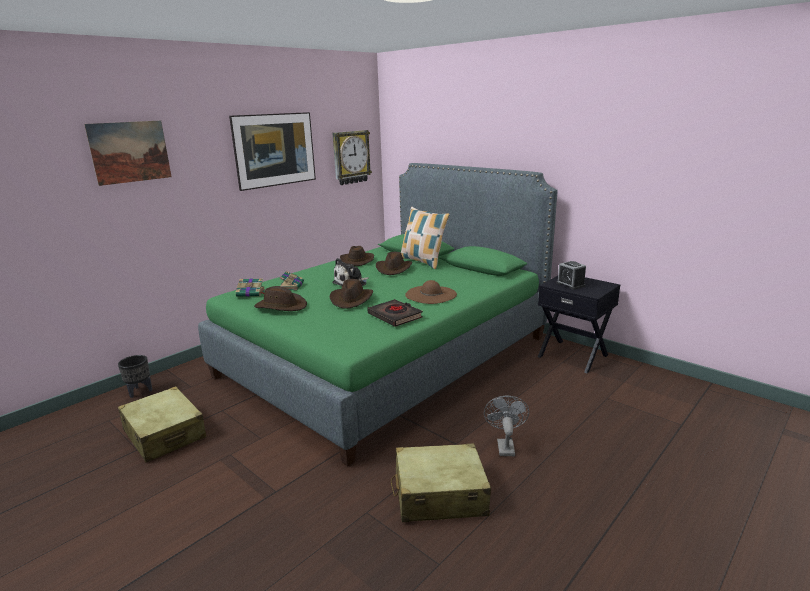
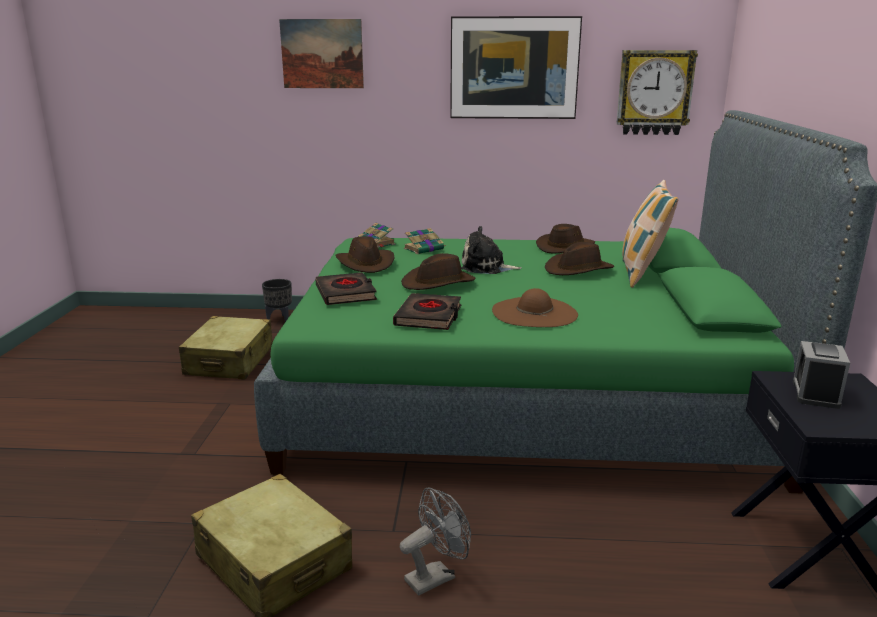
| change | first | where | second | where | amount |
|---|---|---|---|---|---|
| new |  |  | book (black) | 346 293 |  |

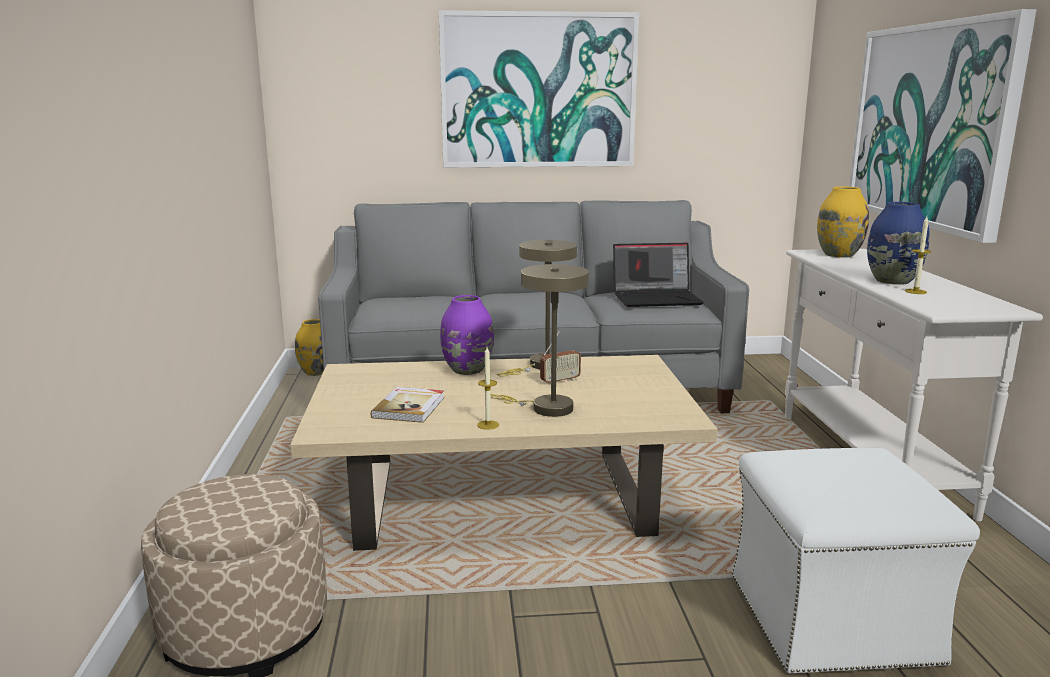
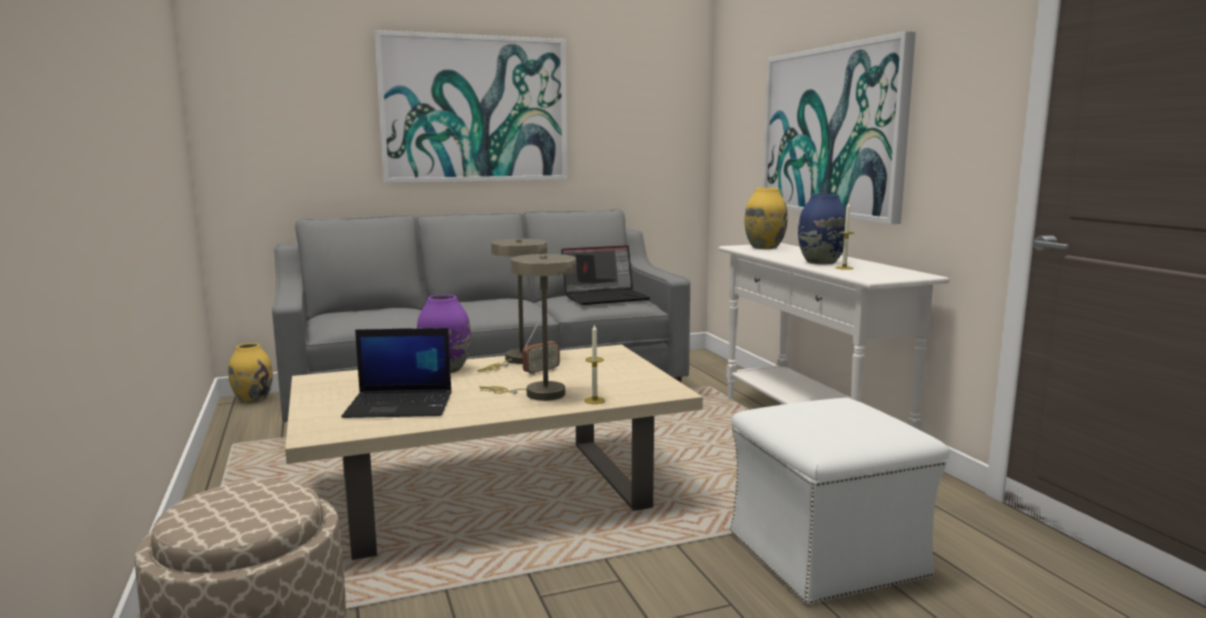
| change | first | where | second | where | amount |
|---|---|---|---|---|---|
| swapped | book | 410 407 | laptop | 401 405 |  |
| shifted | candle | 488 425 |  | 594 400 |  |

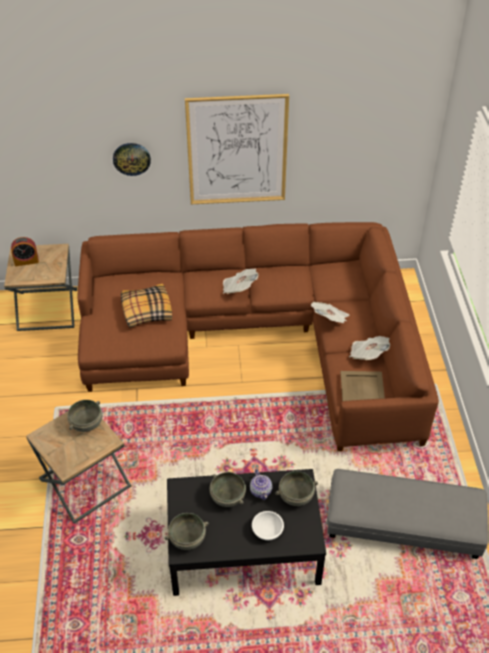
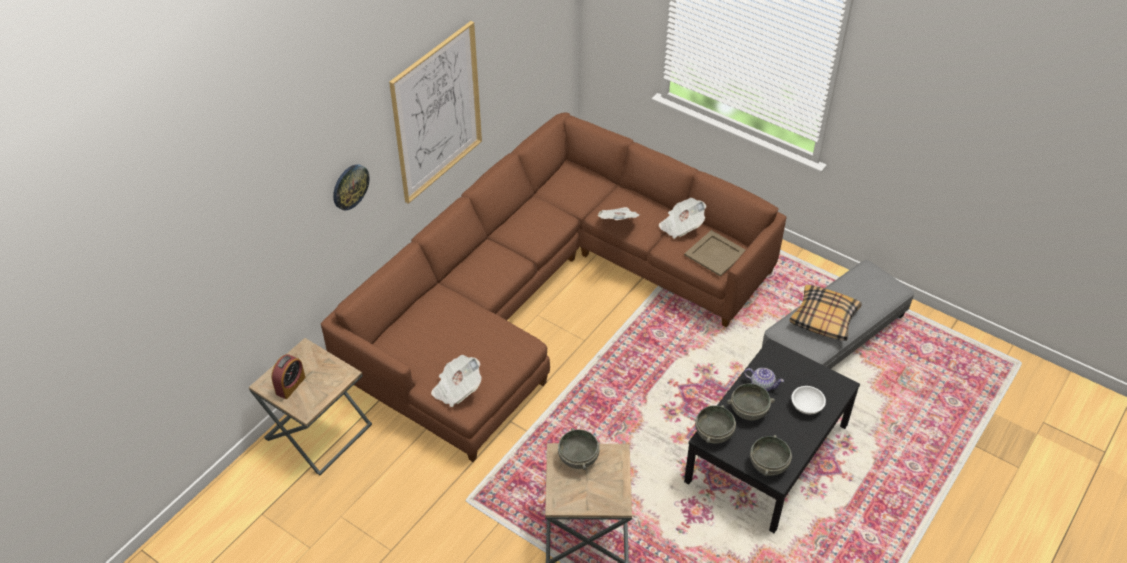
| change | first | where | second | where | amount |
|---|---|---|---|---|---|
| shifted | pillow | 146 310 |  | 823 319 |  |
| shifted | newspaper | 239 288 |  | 457 389 |  |
| shifted | bowl (grey) | 296 497 |  | 714 434 |  |

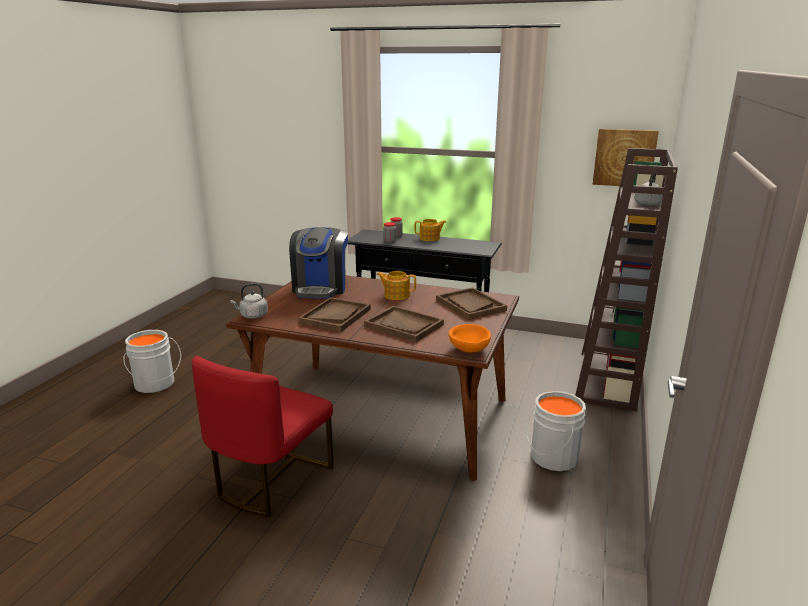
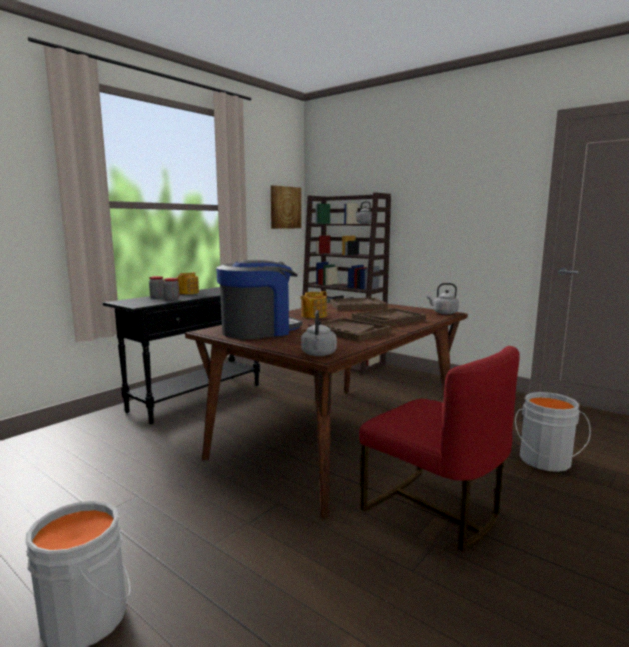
| change | first | where | second | where | amount |
|---|---|---|---|---|---|
| rotated | coffee machine | 320 288 |  | 259 330 | 60 degrees counterclockwise |
| swapped | bowl (orange) | 468 349 | kettle (grey) | 444 313 |  |
| shifted | bucket (grey) | 551 457 |  | 545 461 |  |

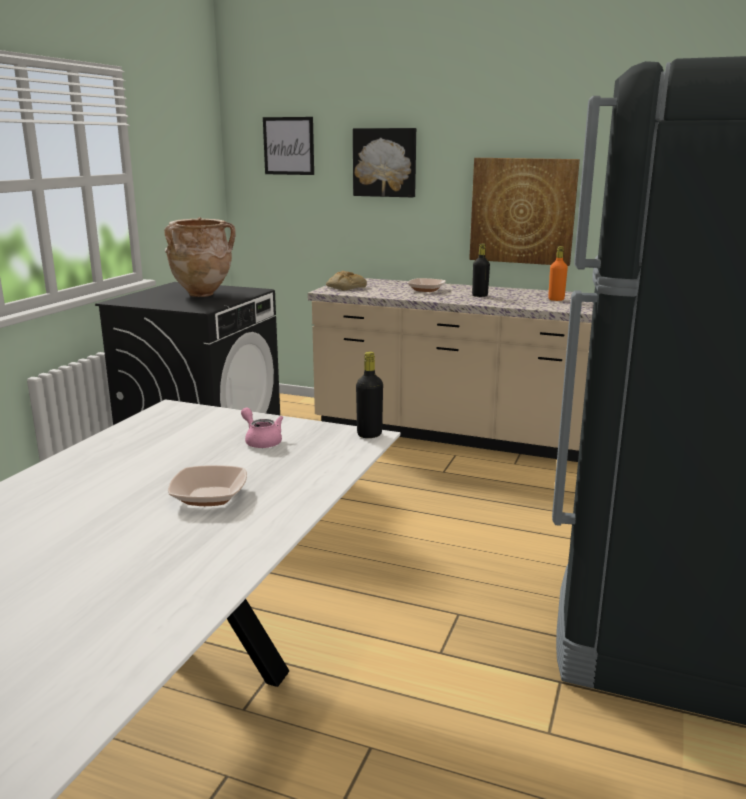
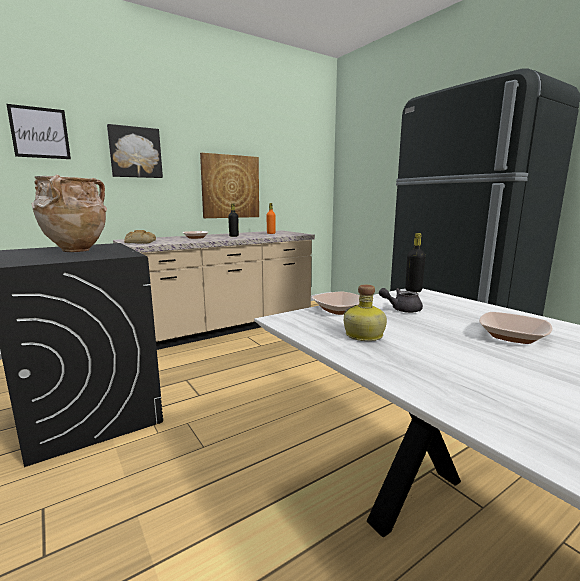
| change | first | where | second | where | amount |
|---|---|---|---|---|---|
| repainted | teapot (pink) | 261 441 | teapot (grey) | 401 309 |  |
| new |  |  | bowl | 339 310 |  |
| new |  |  | bottle | 364 336 |  |

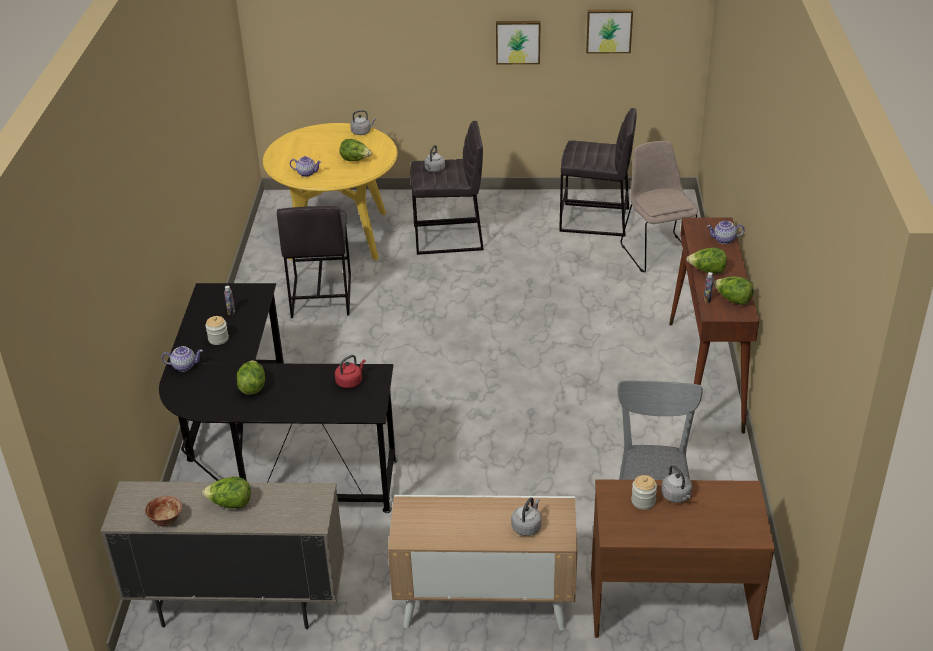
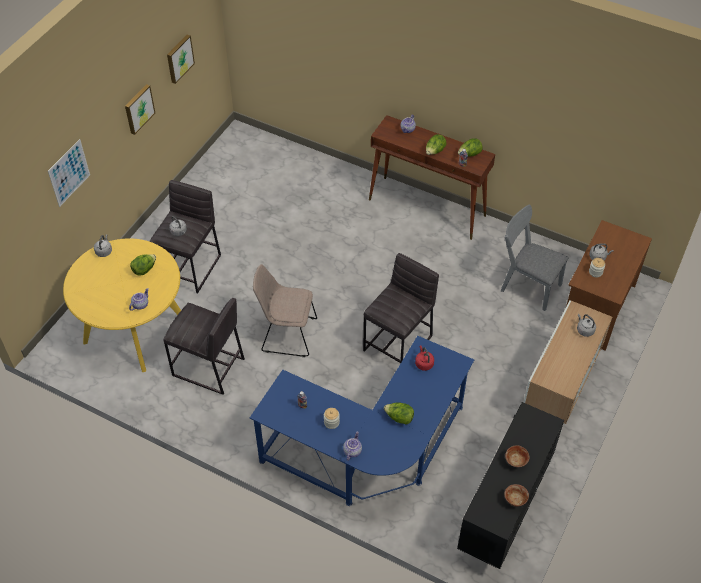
| change | first | where | second | where | amount |
|---|---|---|---|---|---|
| repainted | cabinet (beige) | 239 605 | cabinet (black) | 503 513 |  |
| repainted | desk (black) | 270 453 | desk (blue) | 370 454 |  |
| swapped | lettuce | 230 504 | bowl | 516 461 |  |
| shifted | stool (grey) | 595 220 |  | 399 343 |  |
| shifted | chair (beige) | 657 251 |  | 287 334 |  |
| new |  |  | picture | 69 173 |  |

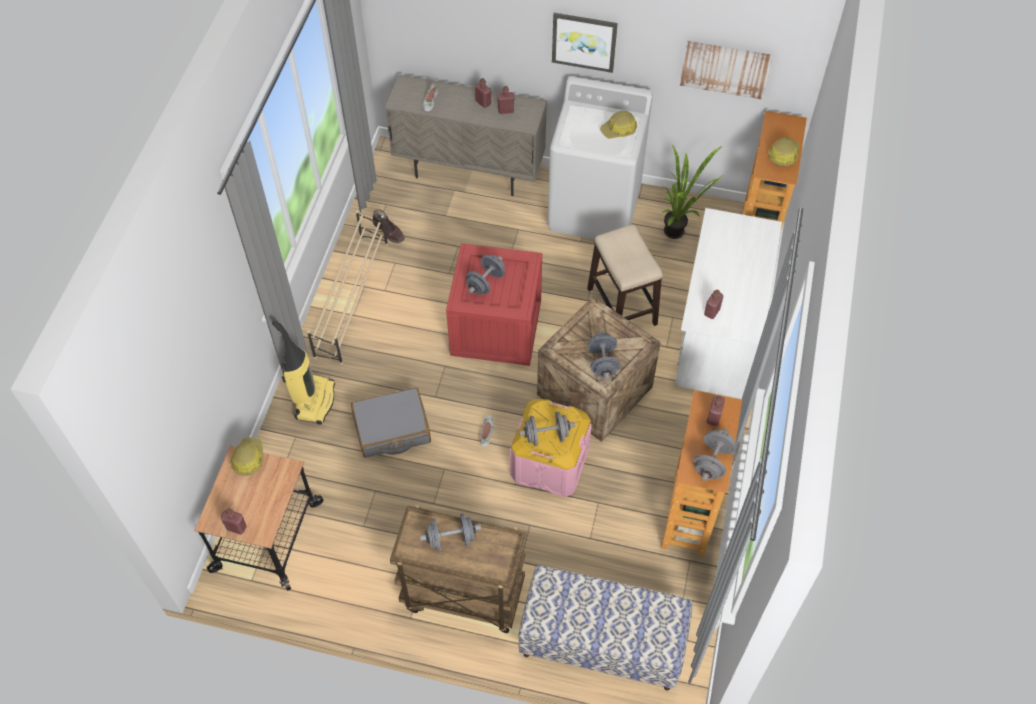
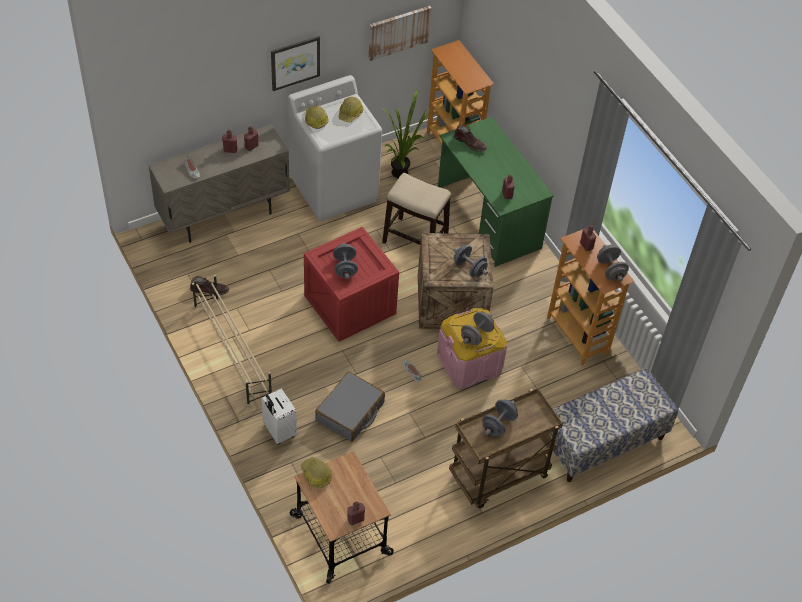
| change | first | where | second | where | amount |
|---|---|---|---|---|---|
| swapped | vacuum cleaner | 314 400 | suitcase (white) | 278 431 |  |
| repainted | desk (white) | 719 332 | desk (green) | 488 218 |  |
| shifted | hard hat | 783 155 |  | 316 119 |  |
| new |  |  | boot (brown) | 470 143 |  |

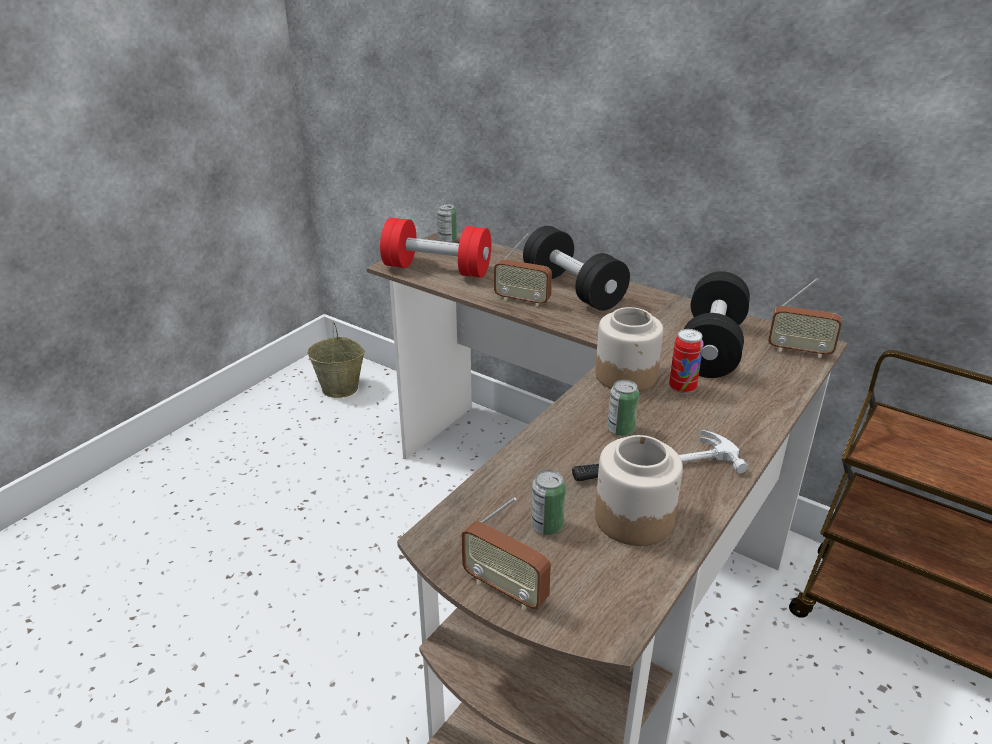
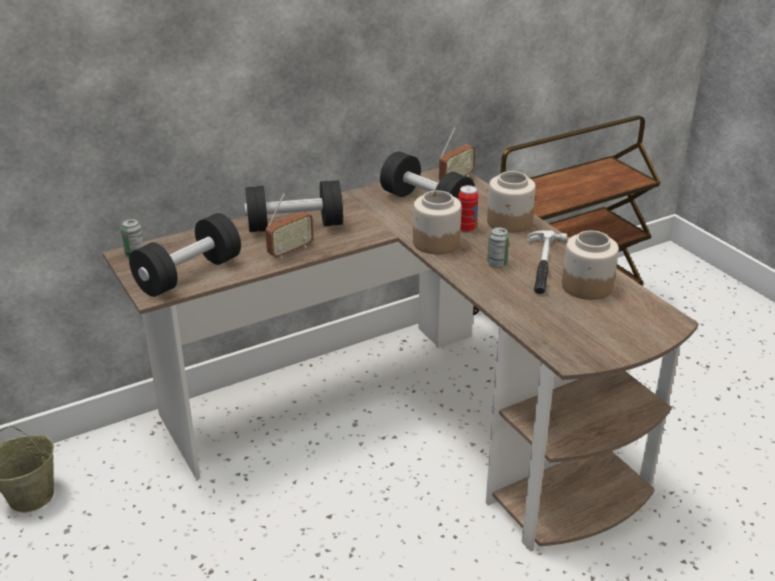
| change | first | where | second | where | amount |
|---|---|---|---|---|---|
| repainted | dumbbell (red) | 437 269 | dumbbell (black) | 189 274 |  |
| gone | radio | 505 589 |  |  |  |
| gone | can | 547 526 |  |  |  |
| new |  |  | jar | 509 222 |  |

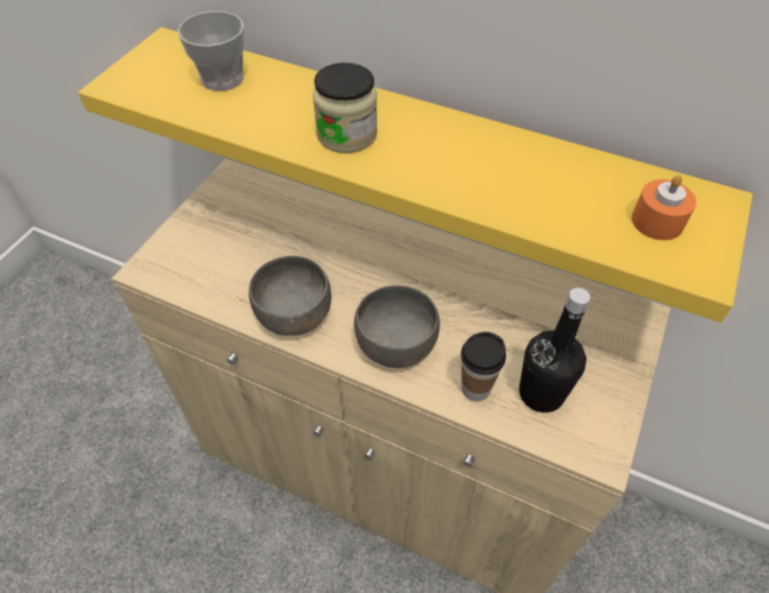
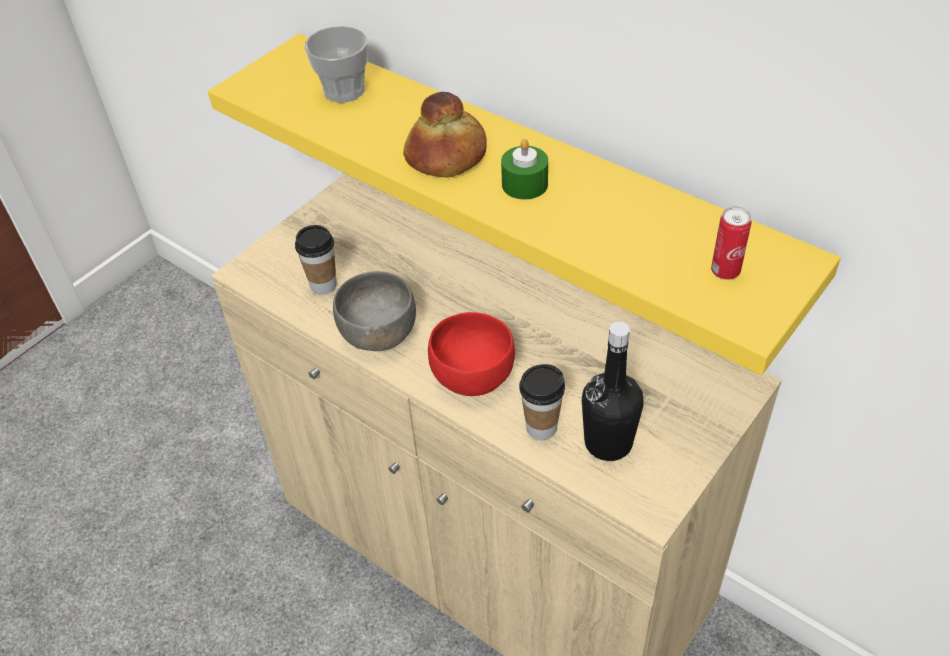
| change | first | where | second | where | amount |
|---|---|---|---|---|---|
| swapped | jar | 347 134 | bread | 447 156 |  |
| repainted | bowl (grey) | 395 344 | bowl (red) | 471 375 |  |
| swapped | candle (orange) | 657 221 | can | 725 271 |  |
| new |  |  | cup | 323 285 |  |
| new |  |  | candle (green) | 524 184 |  |

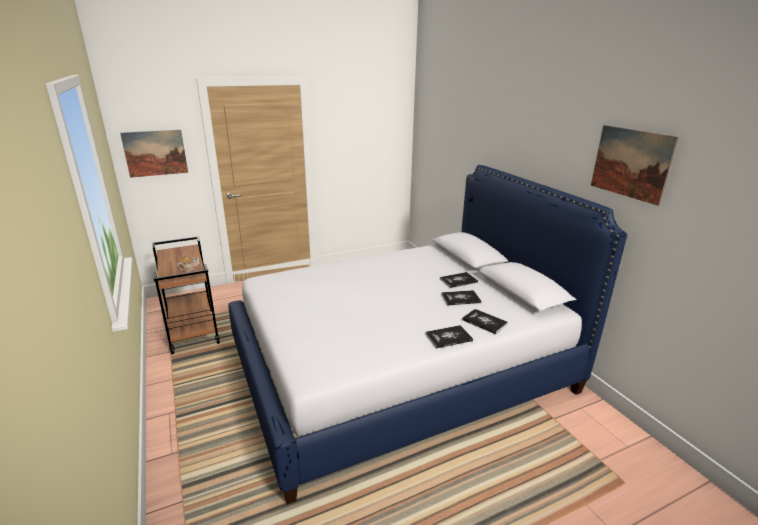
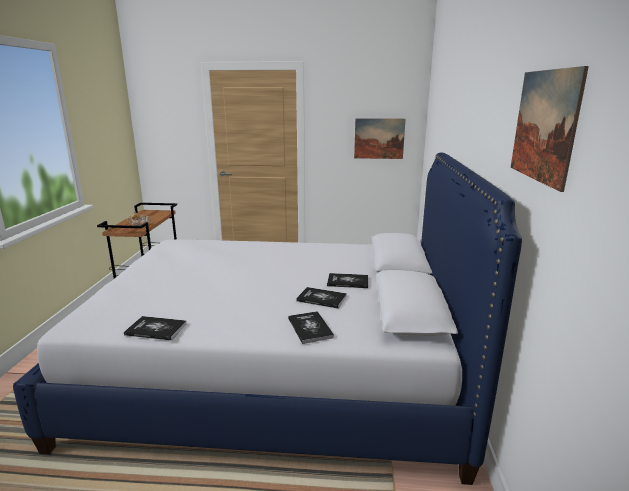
| change | first | where | second | where | amount |
|---|---|---|---|---|---|
| shifted | picture | 155 153 |  | 379 138 |  |
| shifted | book | 448 337 |  | 156 329 |  |

